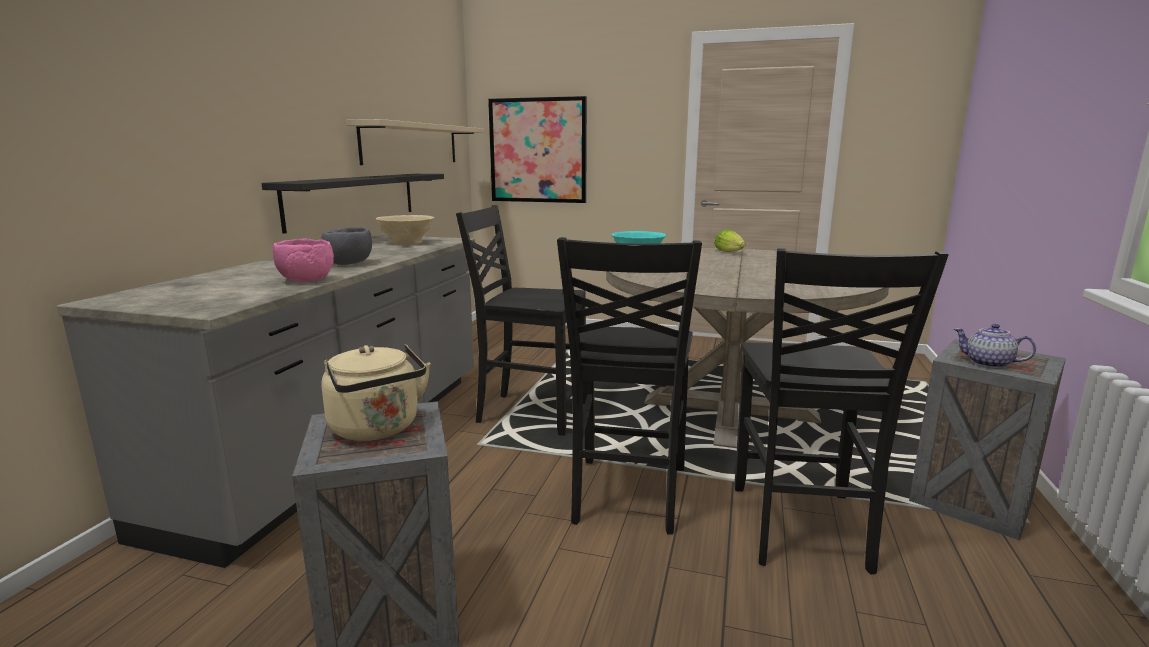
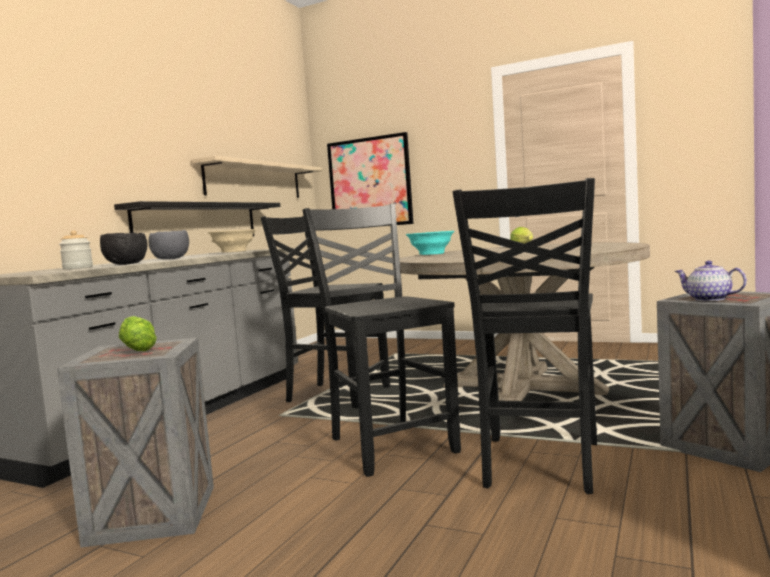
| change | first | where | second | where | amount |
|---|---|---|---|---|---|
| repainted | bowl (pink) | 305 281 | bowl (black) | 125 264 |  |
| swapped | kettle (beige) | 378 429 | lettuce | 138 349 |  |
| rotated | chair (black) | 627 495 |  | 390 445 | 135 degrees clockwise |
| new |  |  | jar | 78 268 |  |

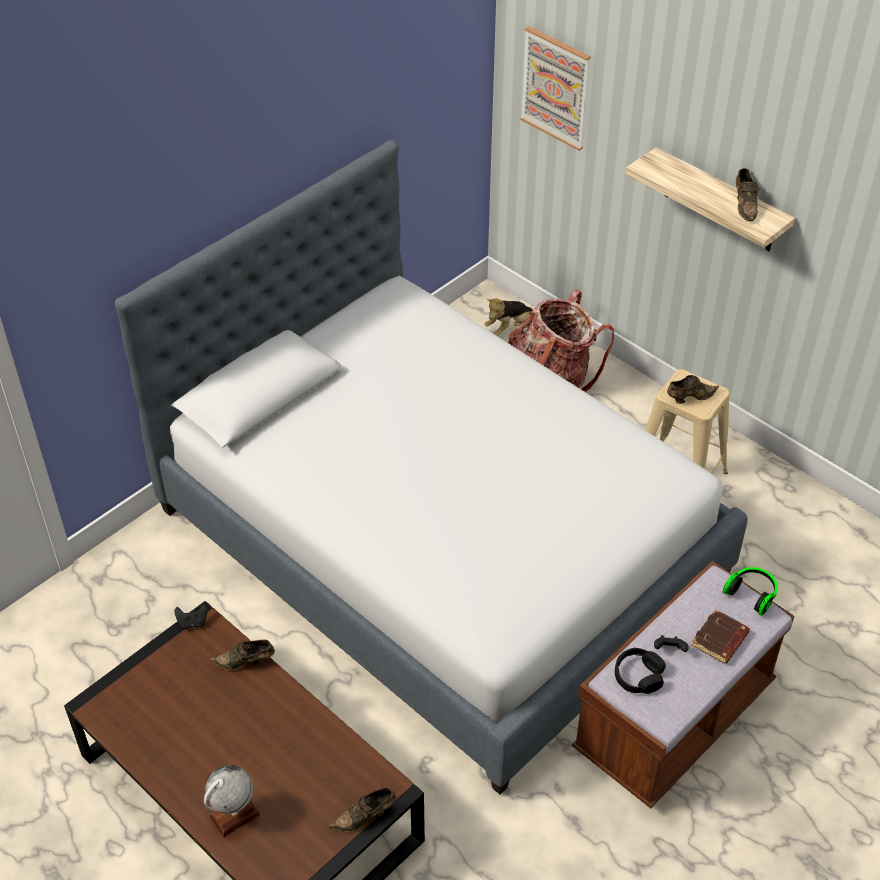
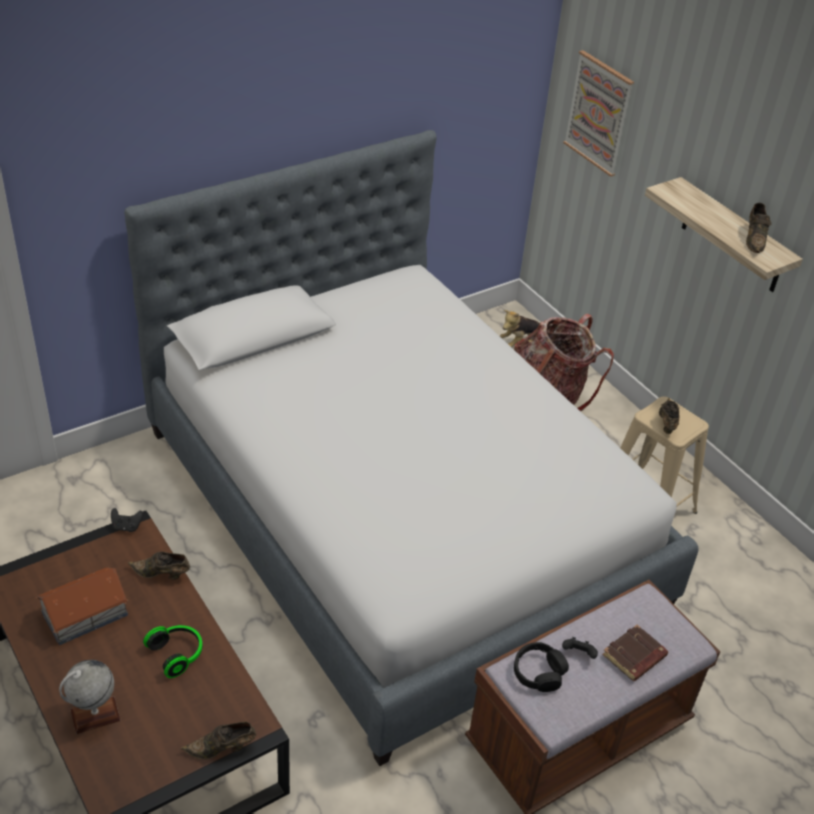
| change | first | where | second | where | amount |
|---|---|---|---|---|---|
| rotated | shoe (brown) | 689 398 |  | 666 423 | 75 degrees counterclockwise |
| shifted | headphones | 752 594 |  | 177 654 |  |
| new |  |  | toy house | 86 613 |  |

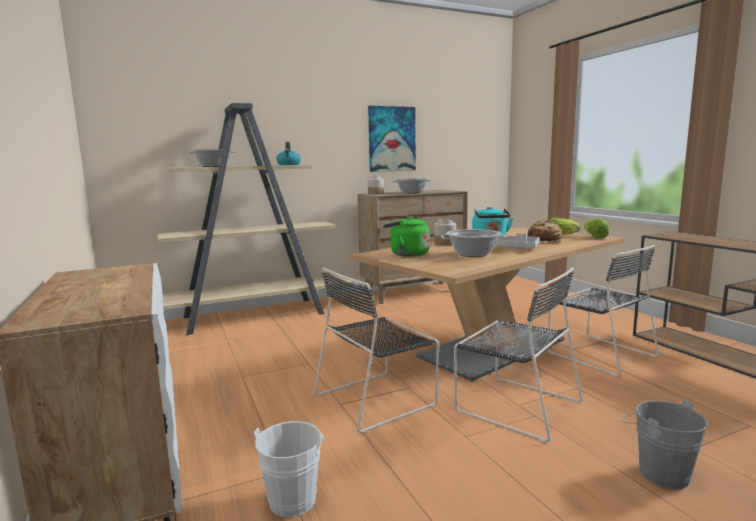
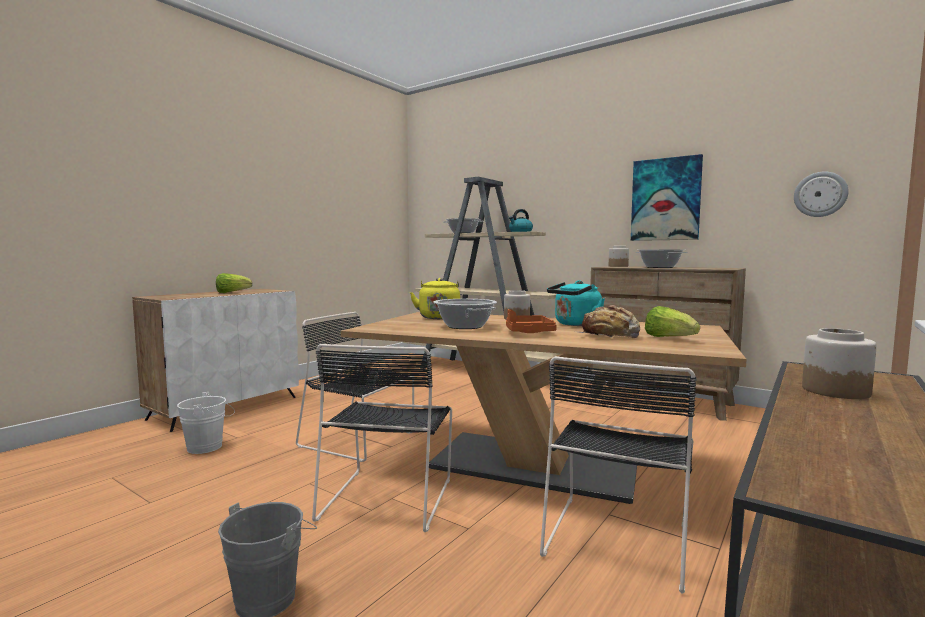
| change | first | where | second | where | amount |
|---|---|---|---|---|---|
| repainted | kettle (green) | 407 254 | kettle (yellow) | 439 317 |  |
| repainted | tray (grey) | 515 248 | tray (orange) | 527 332 |  |
| shifted | lettuce | 594 237 |  | 232 292 |  |
| new |  |  | wall clock | 820 194 |  |
| new |  |  | jar | 835 391 |  |

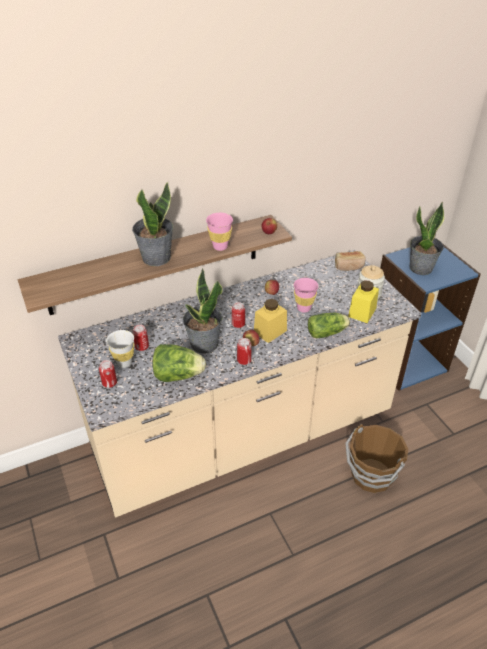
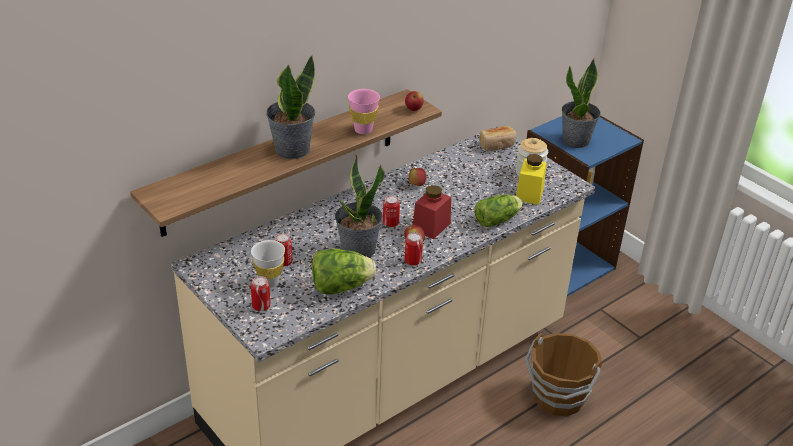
| change | first | where | second | where | amount |
|---|---|---|---|---|---|
| repainted | jar (yellow) | 270 331 | jar (red) | 431 226 |  |
| gone | cup (pink) | 303 308 |  |  |  |

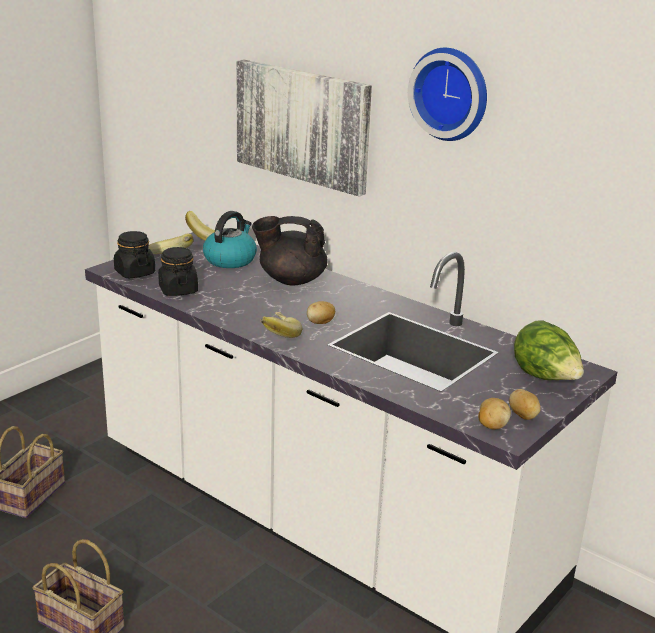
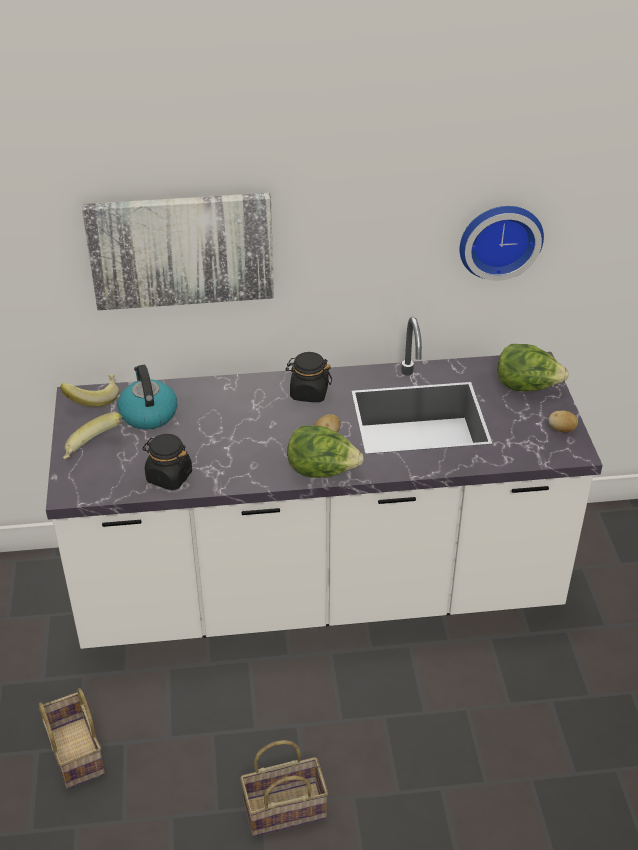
| change | first | where | second | where | amount |
|---|---|---|---|---|---|
| shifted | jar (black) | 134 272 |  | 309 392 |  |
| gone | teapot (black) | 291 280 |  |  |  |
| swapped | banana | 277 337 | lettuce | 322 471 |  |
| shifted | wall clock | 451 93 |  | 499 239 |  |
| gone | potato | 491 426 |  |  |  |

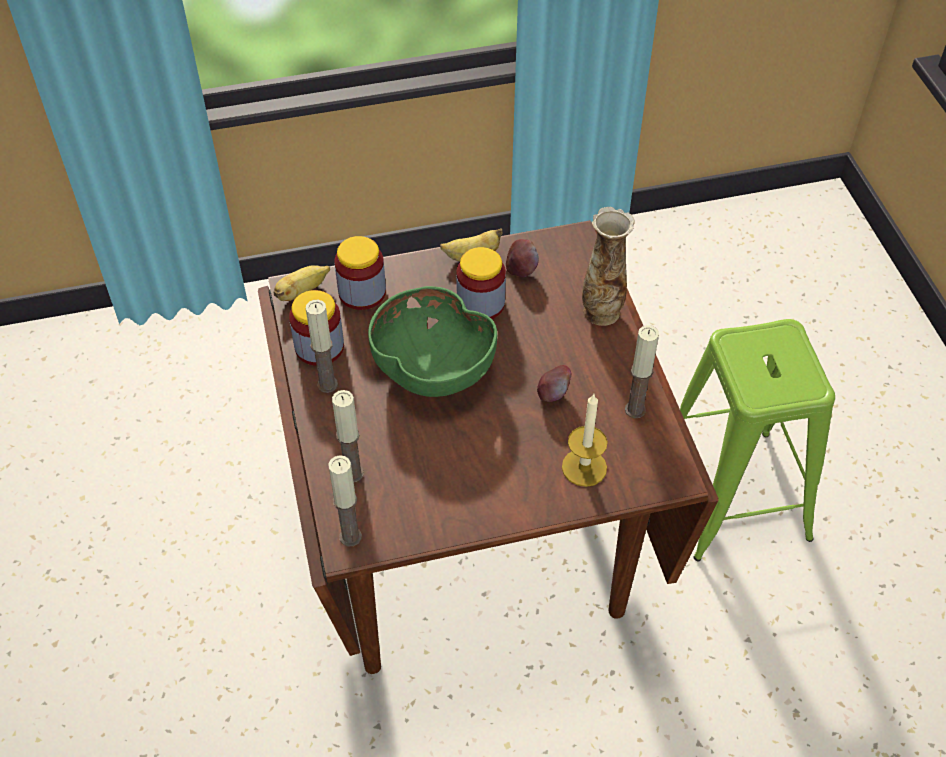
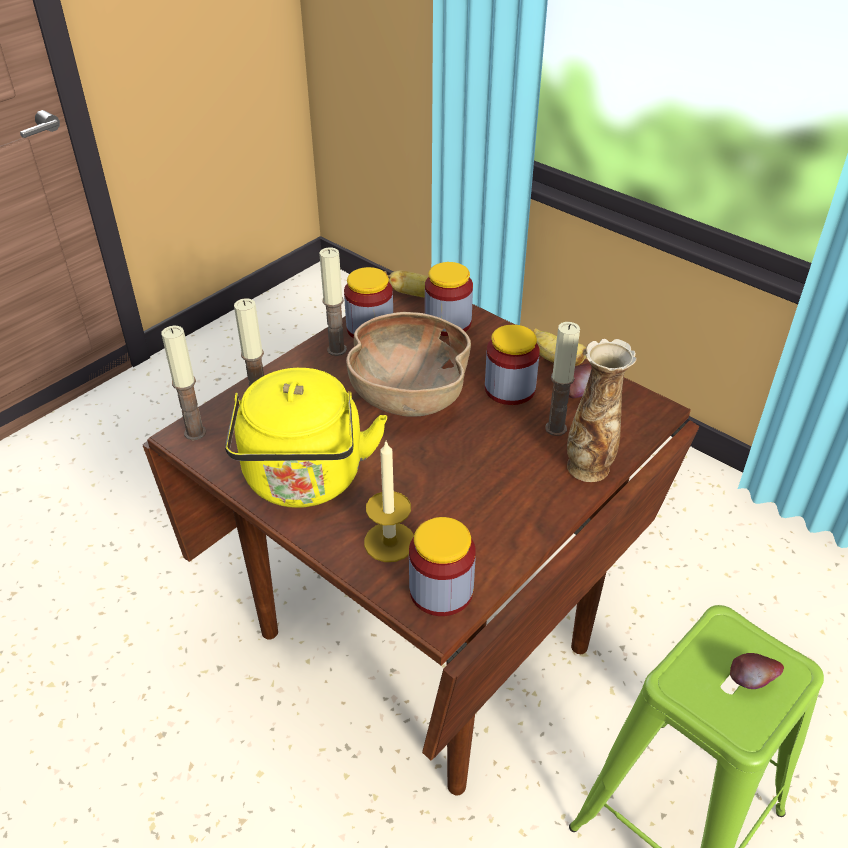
| change | first | where | second | where | amount |
|---|---|---|---|---|---|
| repainted | bowl (green) | 432 369 | bowl (brown) | 408 395 |  |
| shifted | apple | 552 394 |  | 750 682 |  |
| shifted | candle | 635 409 |  | 555 428 |  |
| new |  |  | kettle (yellow) | 305 481 |  |
| new |  |  | jar | 441 591 |  |

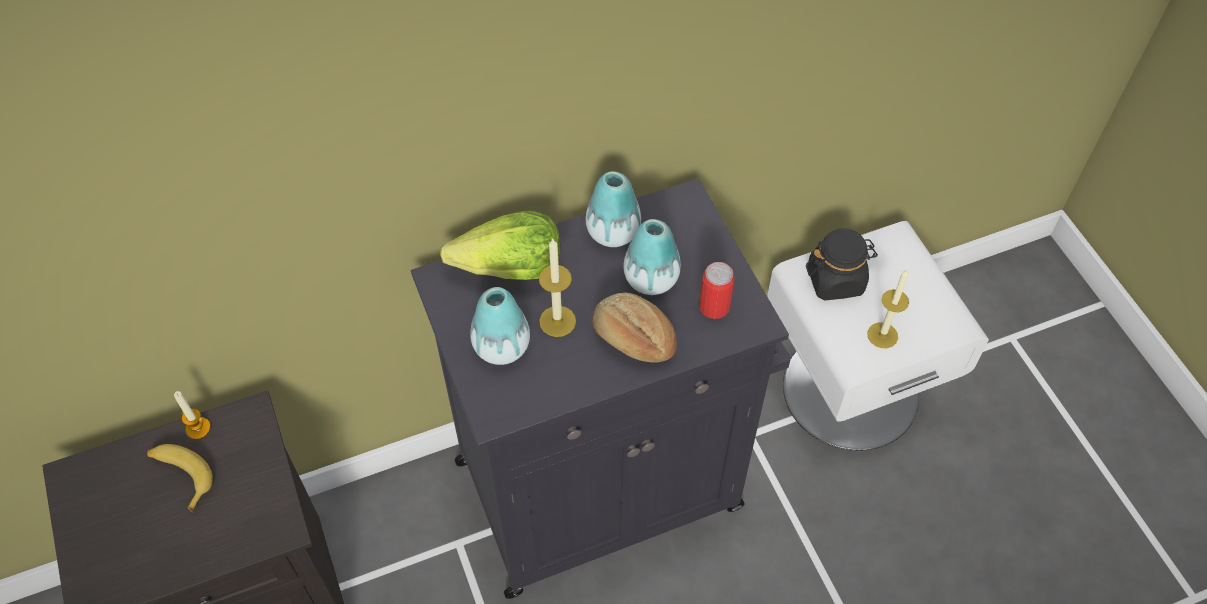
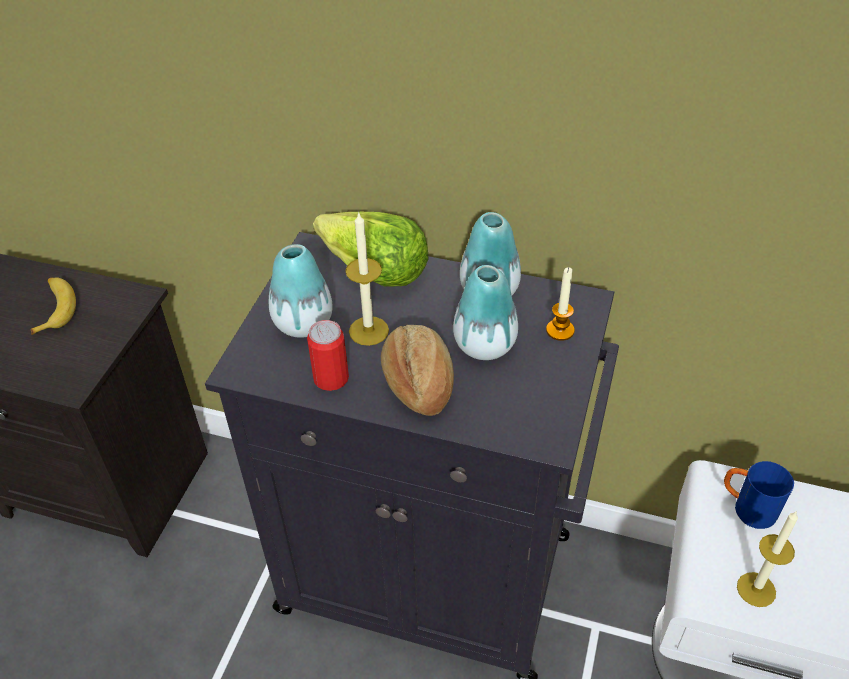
| change | first | where | second | where | amount |
|---|---|---|---|---|---|
| shifted | candle | 198 428 |  | 560 330 |  |
| shifted | can | 714 307 |  | 331 378 |  |
| swapped | jar (black) | 835 280 | mug (blue) | 747 508 |  |

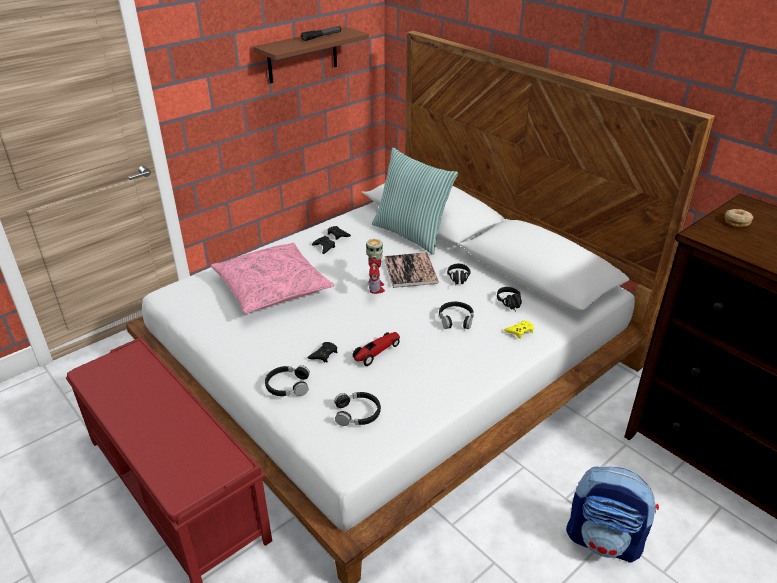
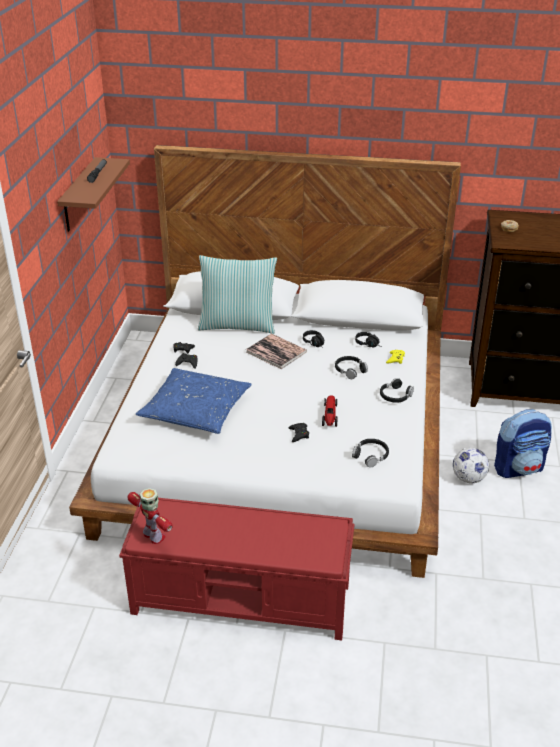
| change | first | where | second | where | amount |
|---|---|---|---|---|---|
| repainted | pillow (pink) | 272 287 | pillow (blue) | 195 410 |  |
| shifted | headphones (black) | 287 386 |  | 395 396 |  |
| shifted | toy robot | 375 288 |  | 154 536 |  |
| new |  |  | football | 469 478 |  |

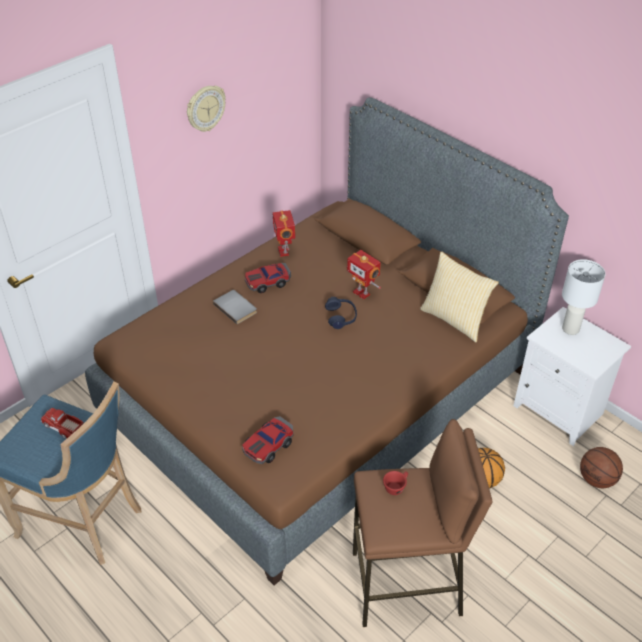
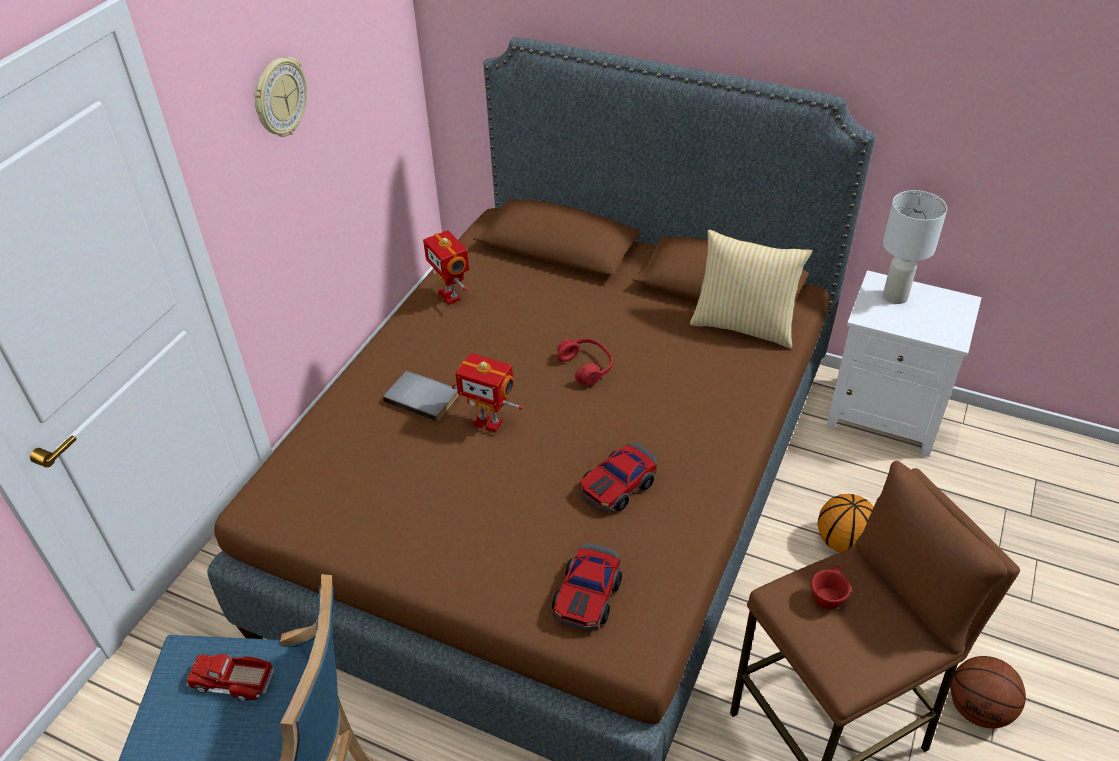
| change | first | where | second | where | amount |
|---|---|---|---|---|---|
| shifted | toy car | 268 282 |  | 618 485 |  |
| repainted | headphones (blue) | 341 317 | headphones (red) | 586 366 |  |
| shifted | toy robot | 362 293 |  | 488 422 |  |
| shifted | basketball | 597 479 |  | 979 708 |  |

